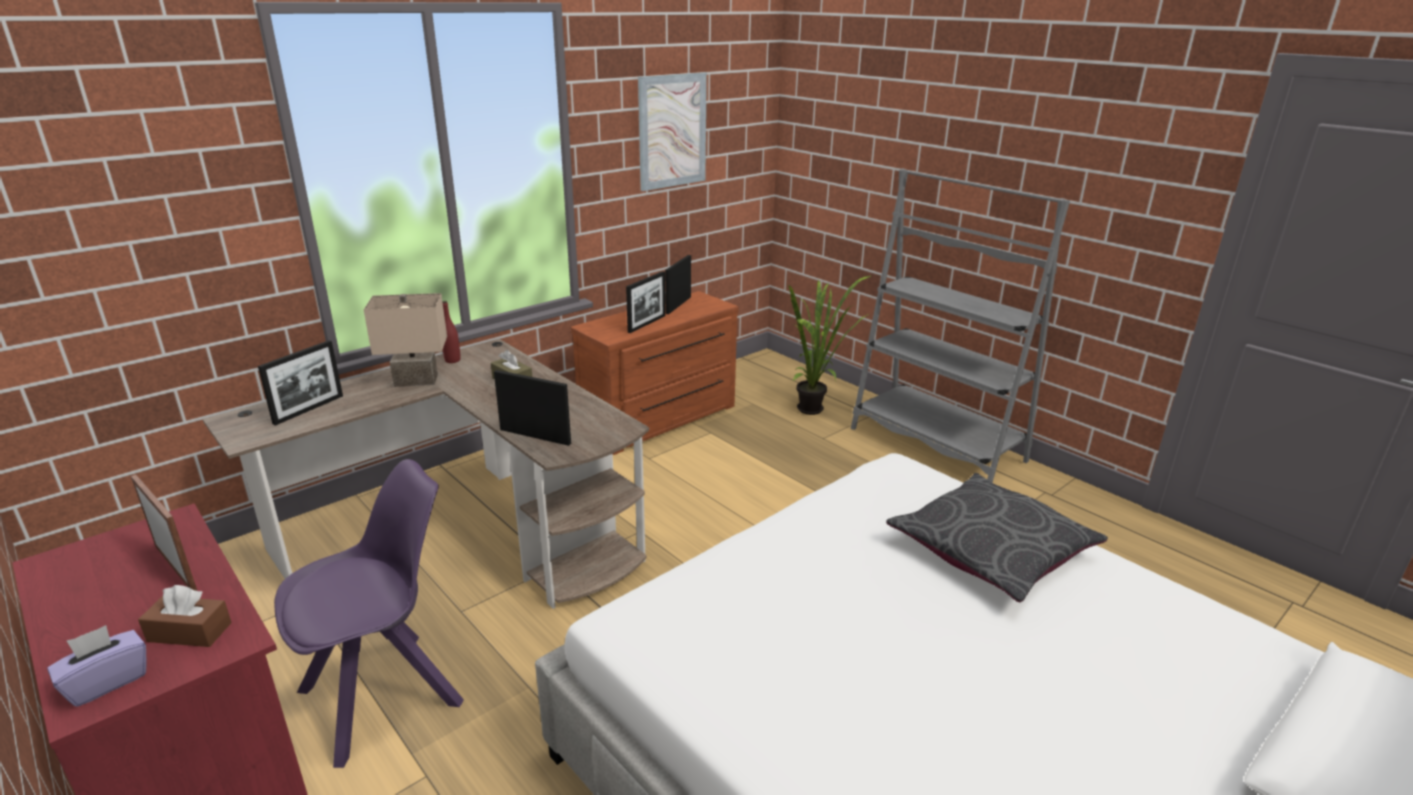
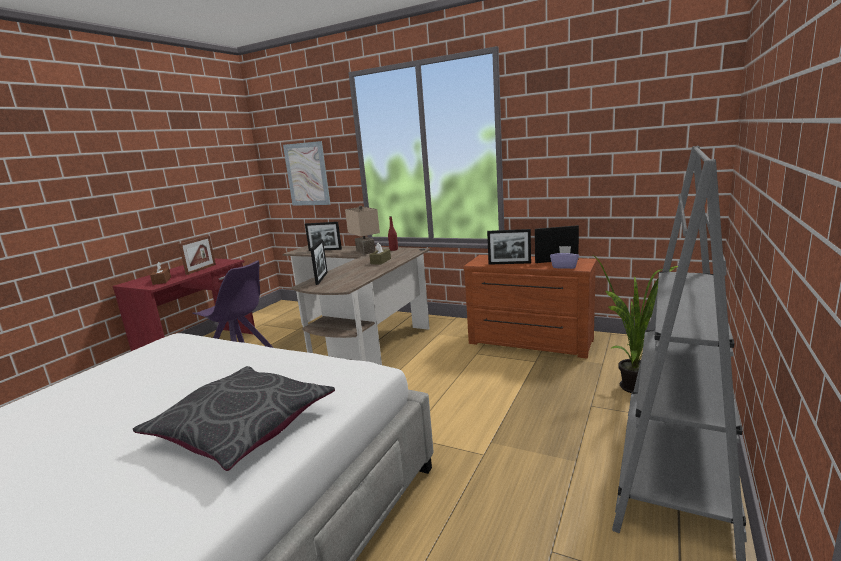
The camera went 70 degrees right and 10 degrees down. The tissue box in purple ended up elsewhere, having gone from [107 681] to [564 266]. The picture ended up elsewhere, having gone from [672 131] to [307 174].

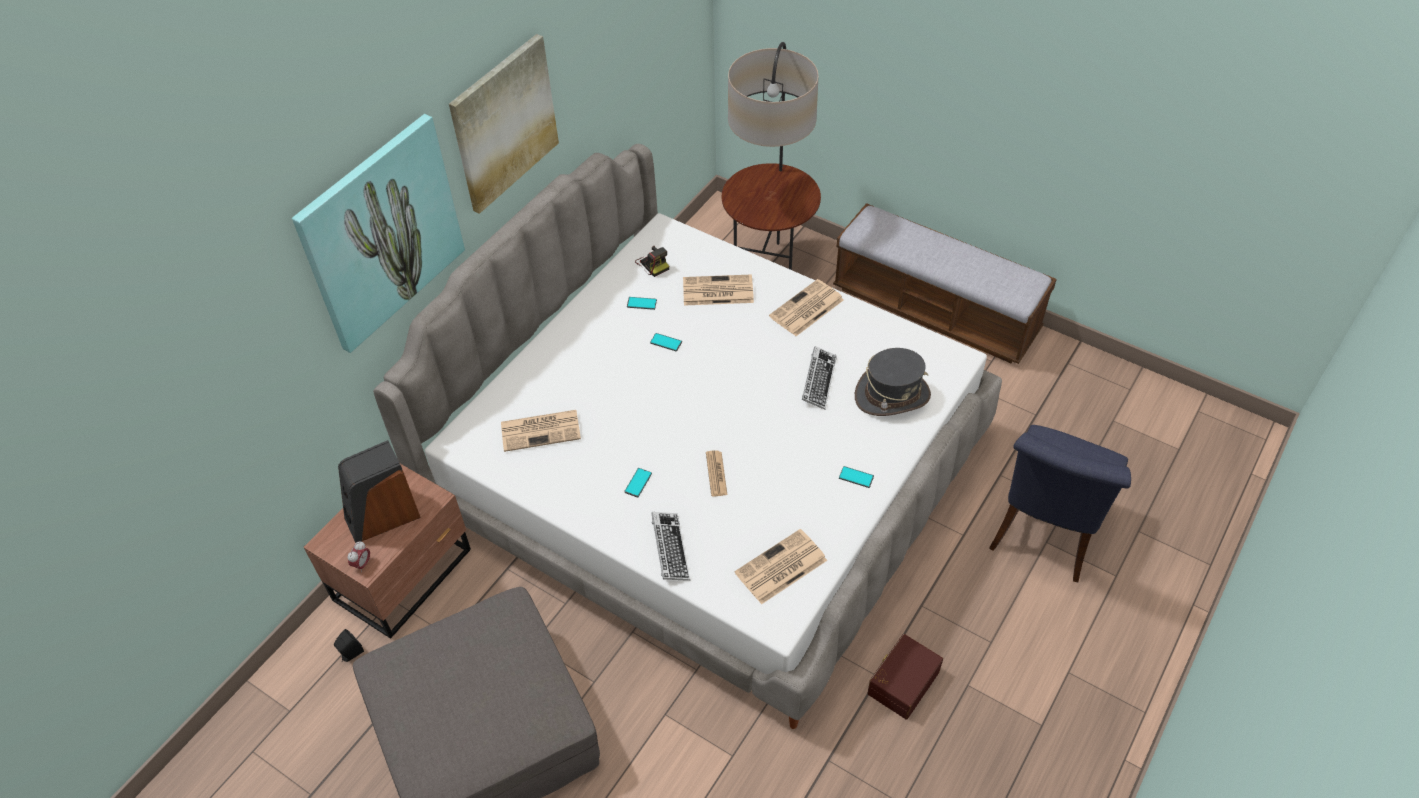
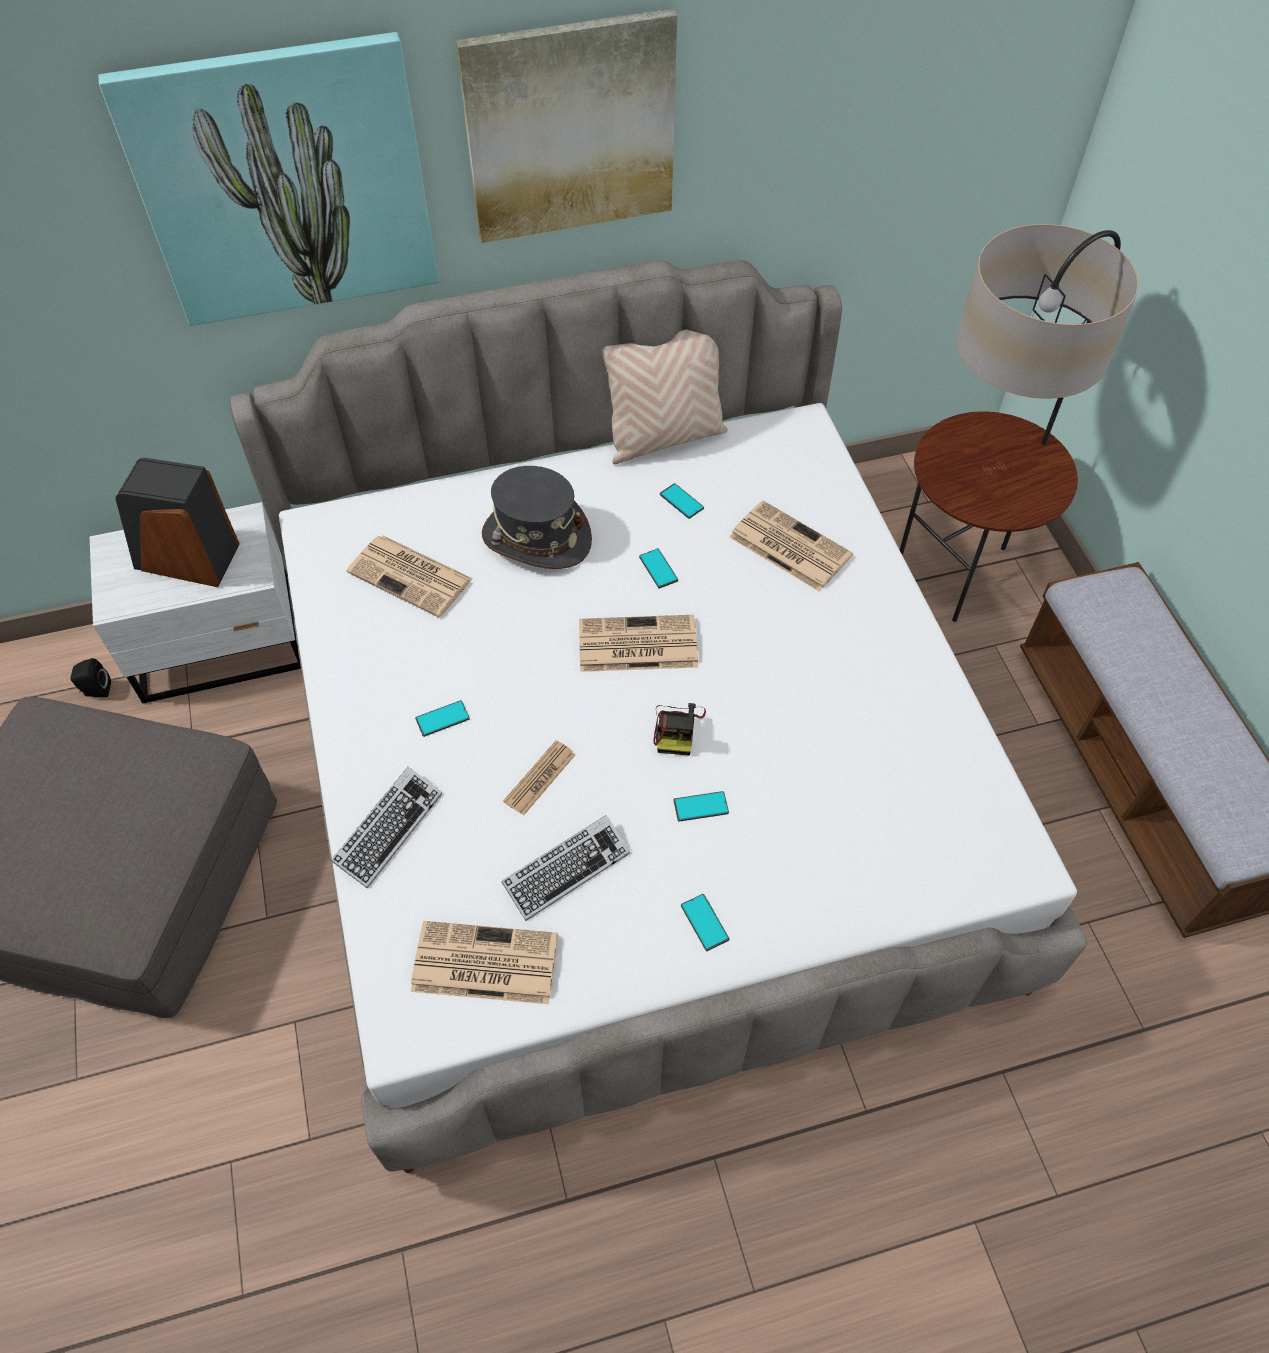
The camera went 40 degrees right and 5 degrees up. The second view lost the alarm clock at [362 564]. The second view lost the storage box in brown at [901 681]. The second view lost the chair in blue at [1044 536]. The second view gained the pillow in beige at [664 438]. The second view gained the phone at [701 807]. The photo camera ended up elsewhere, having gone from [653 264] to [677 728]. The newspaper ended up elsewhere, having gone from [806 309] to [636 645]. The keyboard ended up elsewhere, having gone from [818 380] to [566 870]. The hat in grey ended up elsewhere, having gone from [892 396] to [536 538]. What was the nightstand in brown at [406 574] turned into the nightstand in white at [223 646].

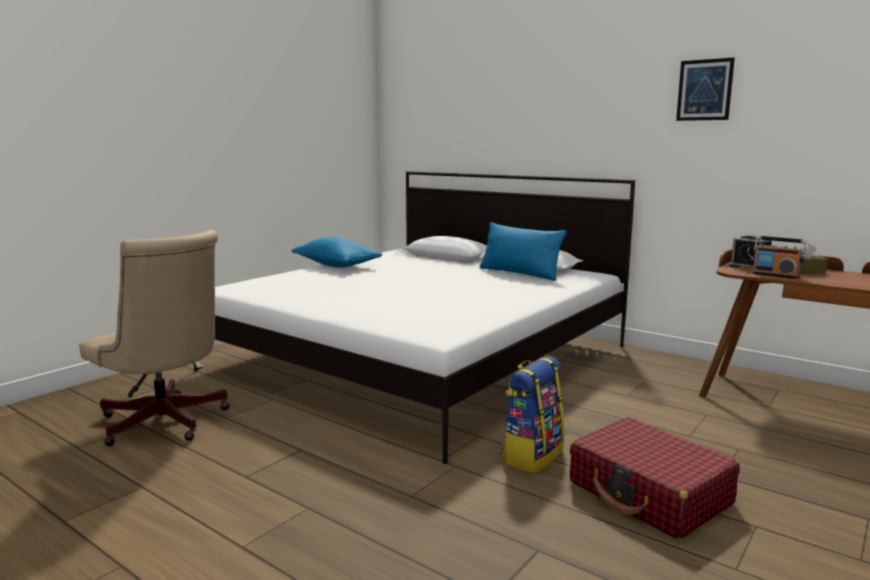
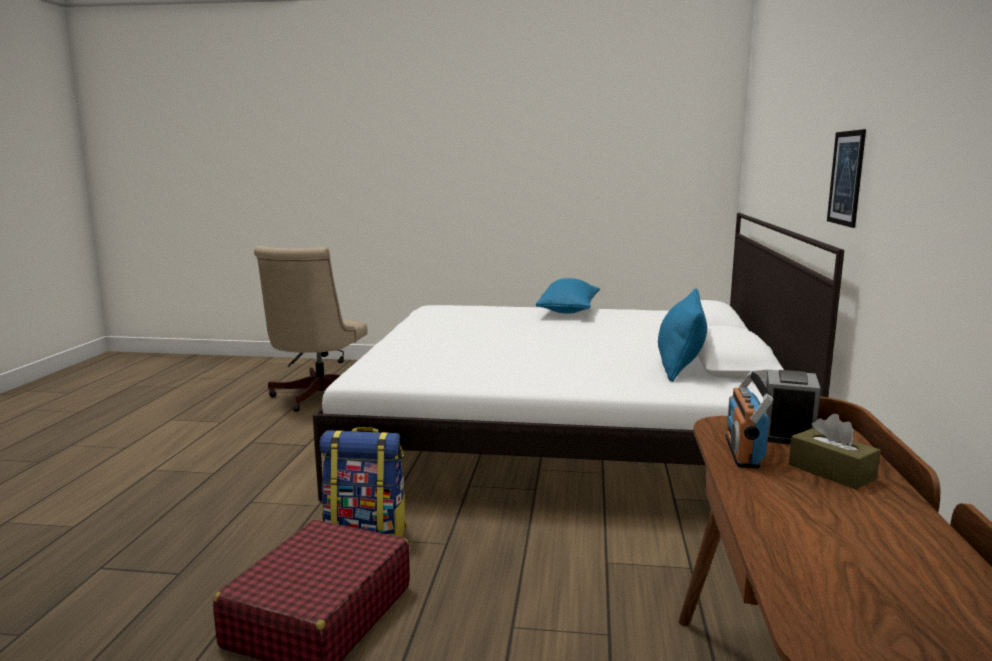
The camera went 60 degrees right and 0 degrees up. The picture ended up elsewhere, having gone from [704 90] to [846 178].

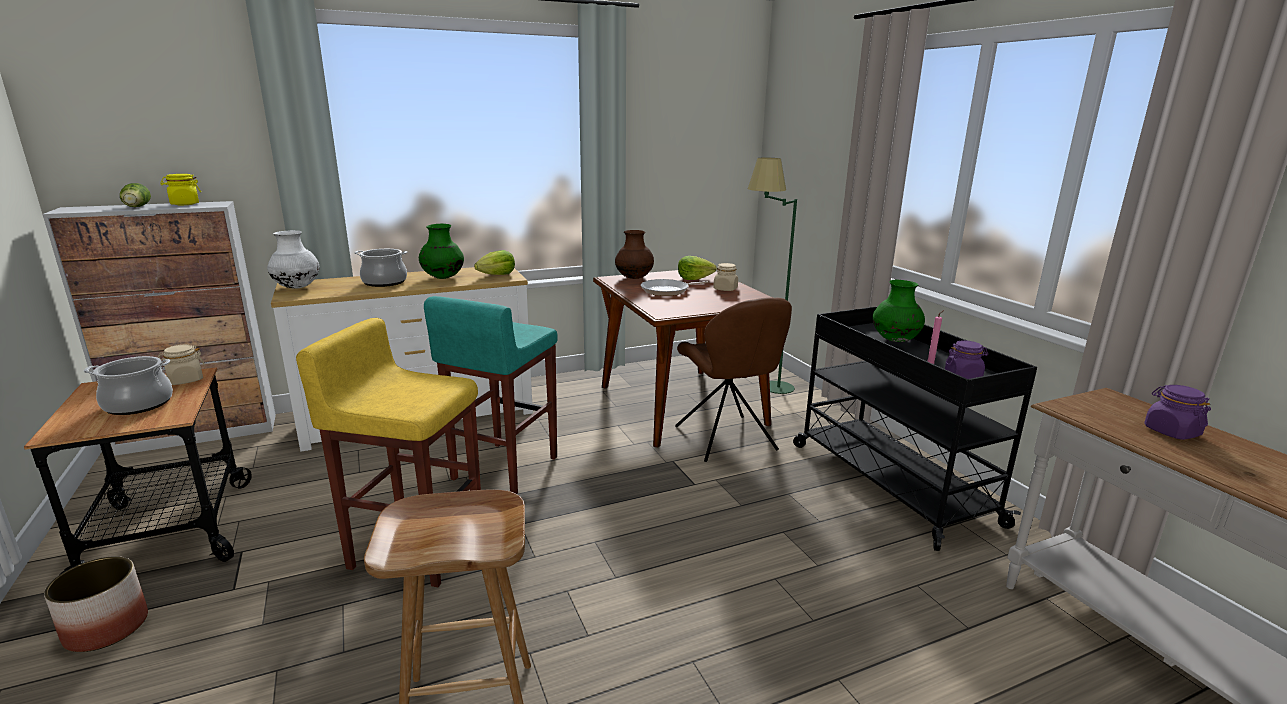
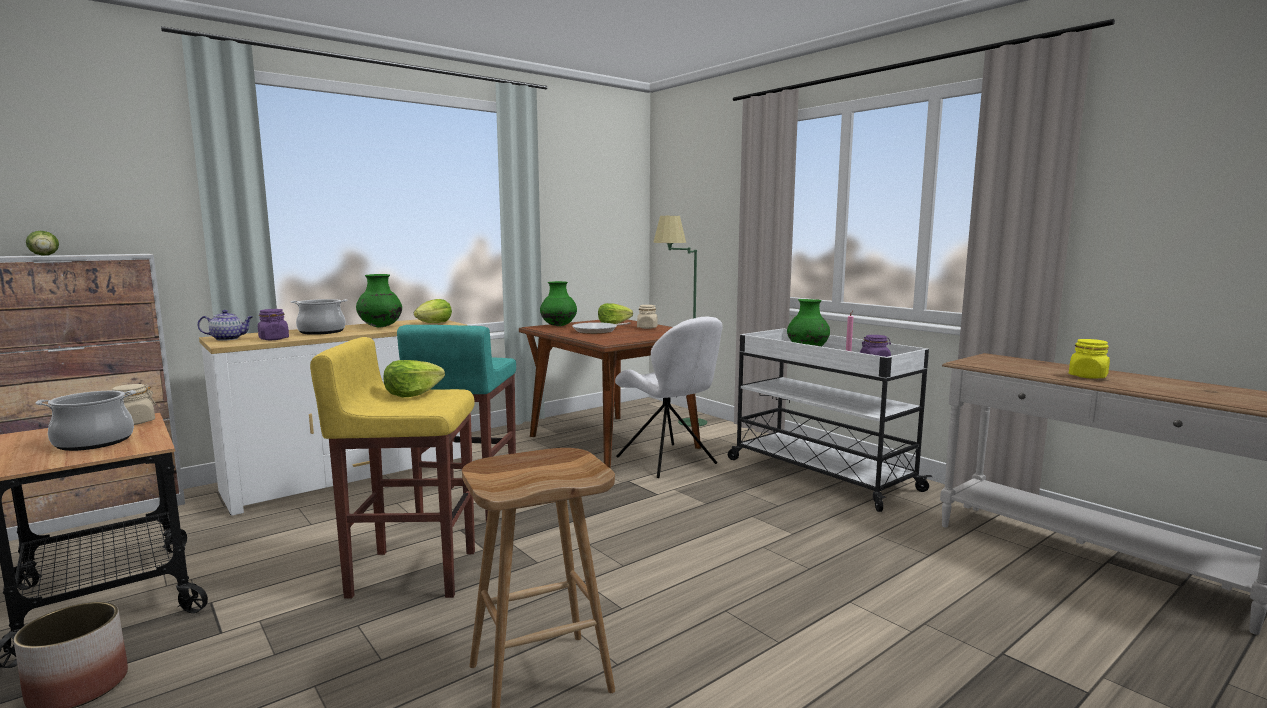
The camera went 15 degrees left and 10 degrees down. The second view gained the lettuce at [412 394]. The jar in yellow ended up elsewhere, having gone from [184 204] to [1088 376]. The jar in purple ended up elsewhere, having gone from [1171 432] to [273 339]. Where the vase in white stood at [297 287], the teapot came to stand at [228 339]. What was the vase in brown at [634 278] turned into the vase in green at [559 326]. What was the chair in brown at [726 440] turned into the chair in white at [668 461]. What was the cart in black at [889 481] turned into the cart in white at [819 473].

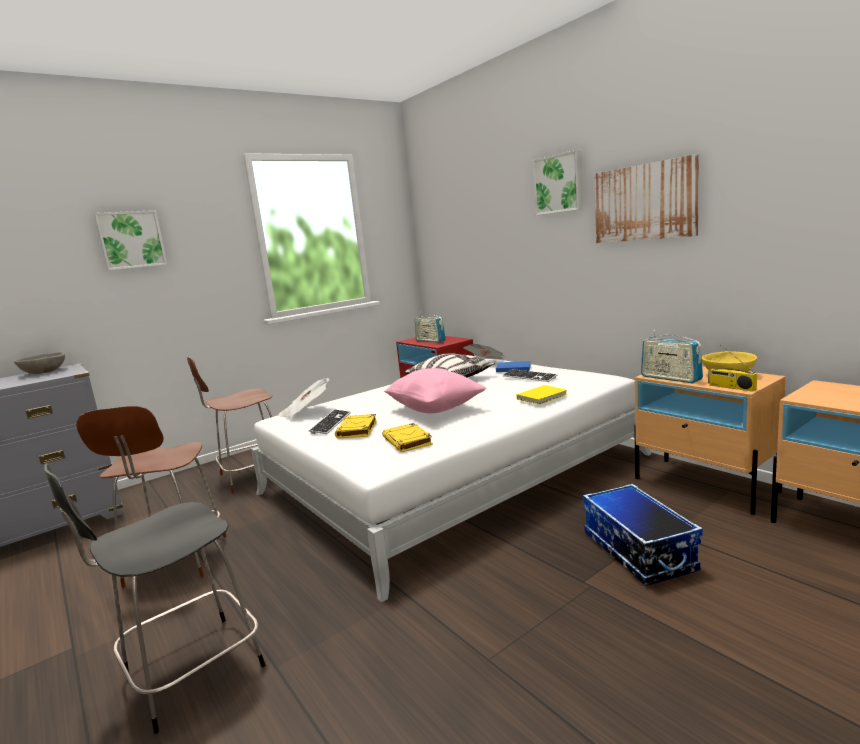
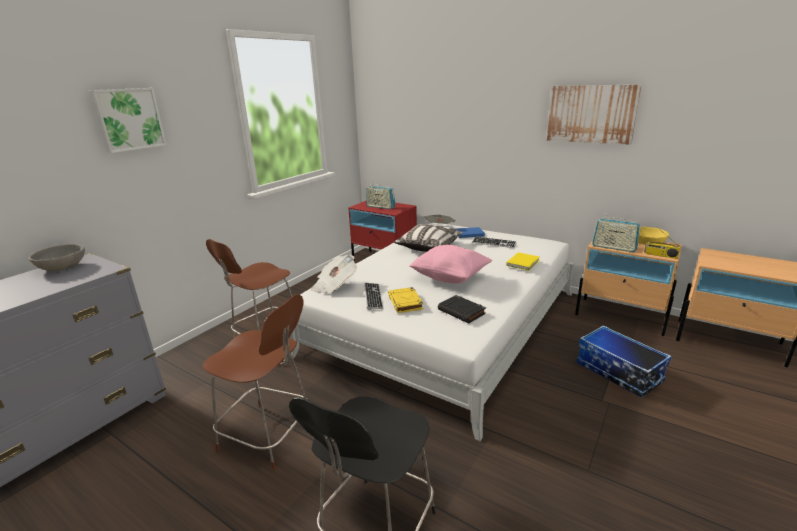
The camera went 20 degrees left and 10 degrees up. The second view lost the picture at [559 184]. What was the book in yellow at [408 441] turned into the book in black at [462 312]. The chair in brown at [175 562] ended up facing another way, 45 degrees counterclockwise from before.

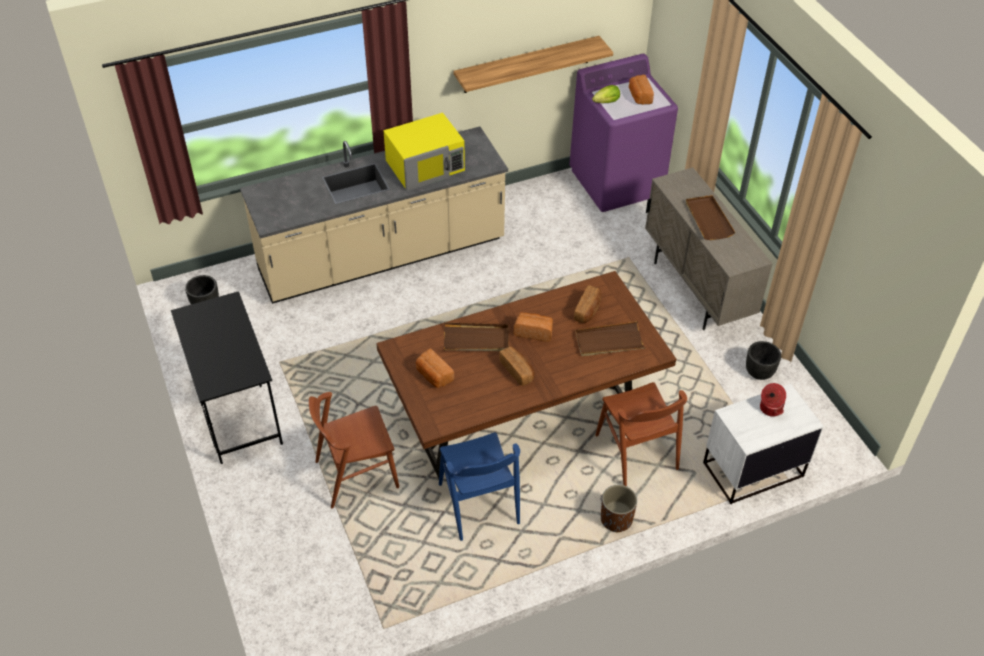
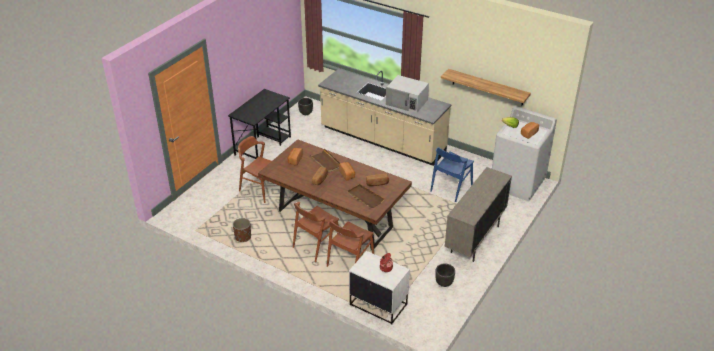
The camera went 55 degrees right and 10 degrees down. The second view lost the tray in brown at [708 219]. The second view gained the chair in brown at [316 245]. The chair in blue ended up elsewhere, having gone from [479 504] to [451 188]. The planter in brown ended up elsewhere, having gone from [616 519] to [243 237]. What was the microwave in yellow at [426 165] turned into the microwave in white at [407 102]. What was the washing machine in purple at [617 182] turned into the washing machine in white at [517 183].

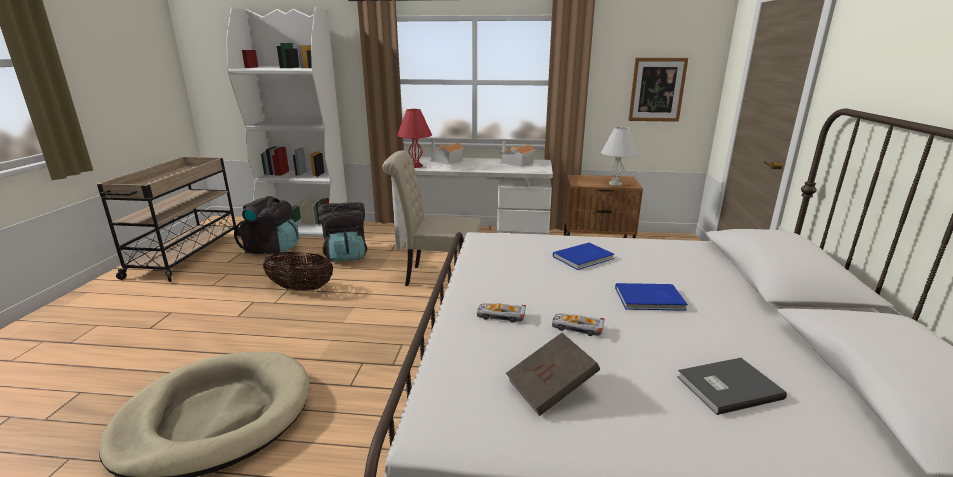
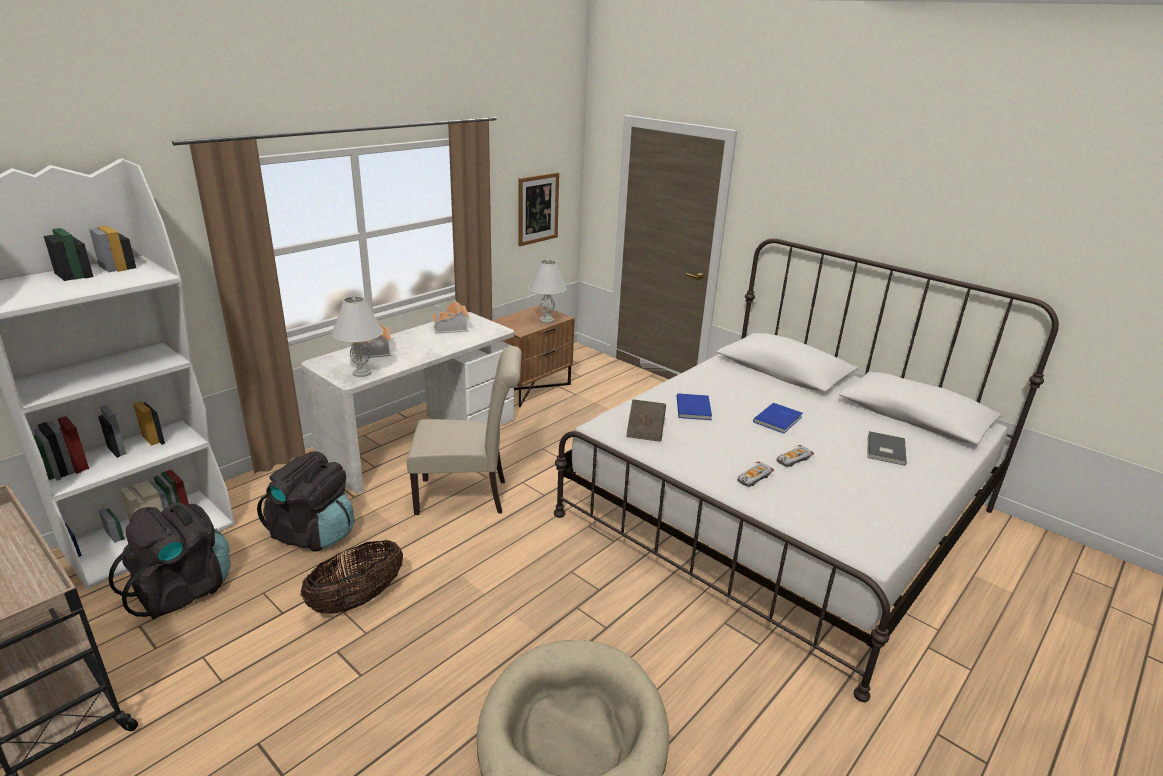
The camera went 55 degrees left and 5 degrees up. The book in brown ended up elsewhere, having gone from [550 389] to [645 430]. What was the table lamp in red at [416 166] turned into the table lamp in white at [361 372]. The chair in beige at [437 277] ended up facing another way, 135 degrees counterclockwise from before.

